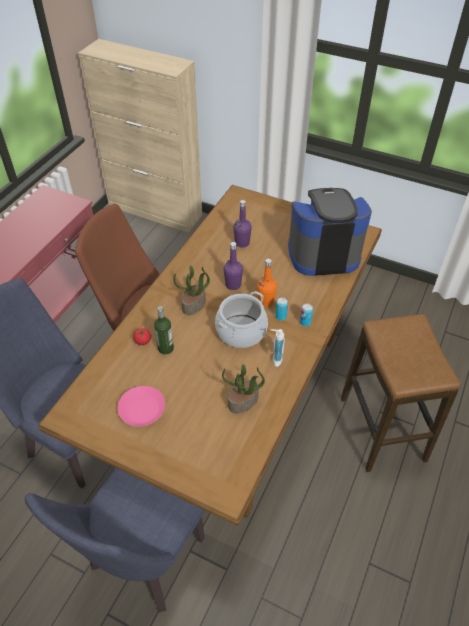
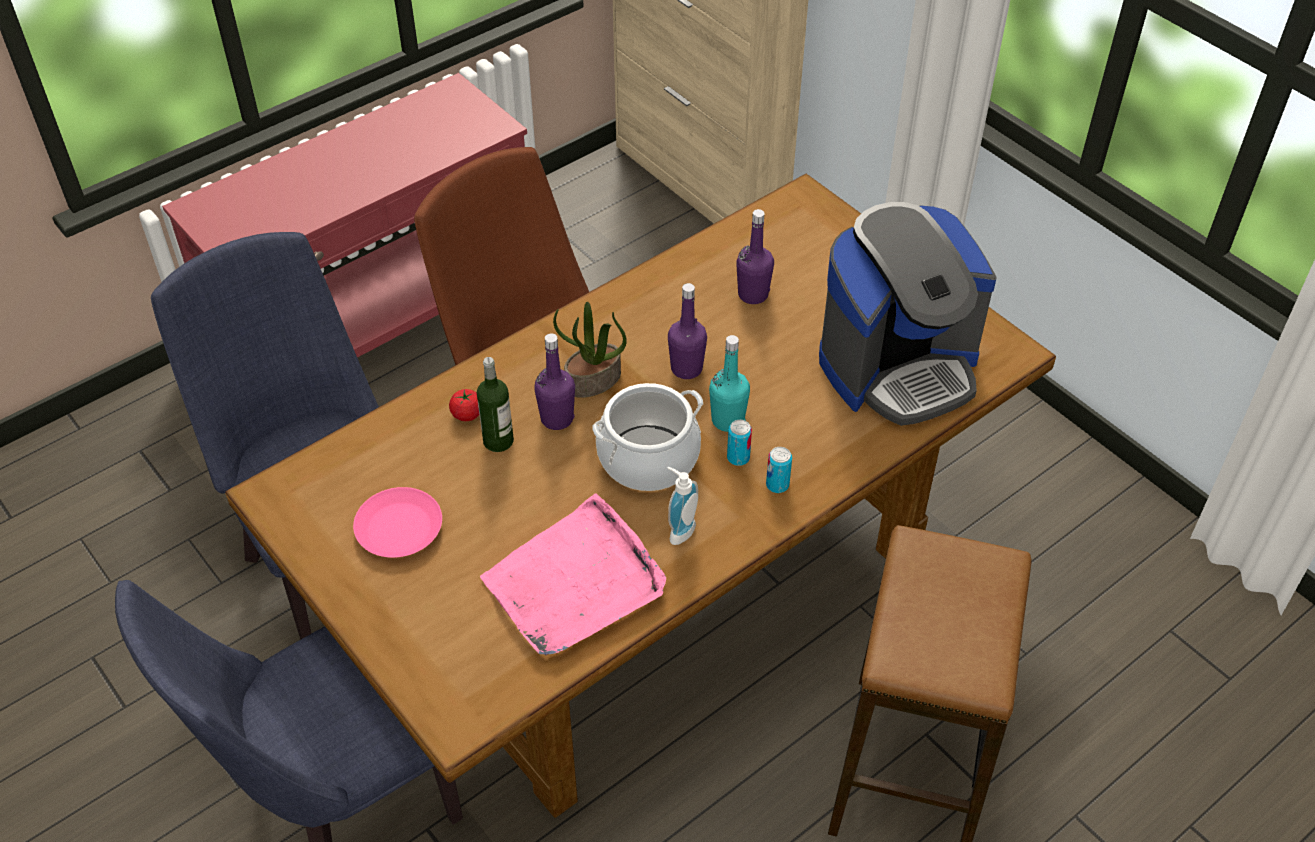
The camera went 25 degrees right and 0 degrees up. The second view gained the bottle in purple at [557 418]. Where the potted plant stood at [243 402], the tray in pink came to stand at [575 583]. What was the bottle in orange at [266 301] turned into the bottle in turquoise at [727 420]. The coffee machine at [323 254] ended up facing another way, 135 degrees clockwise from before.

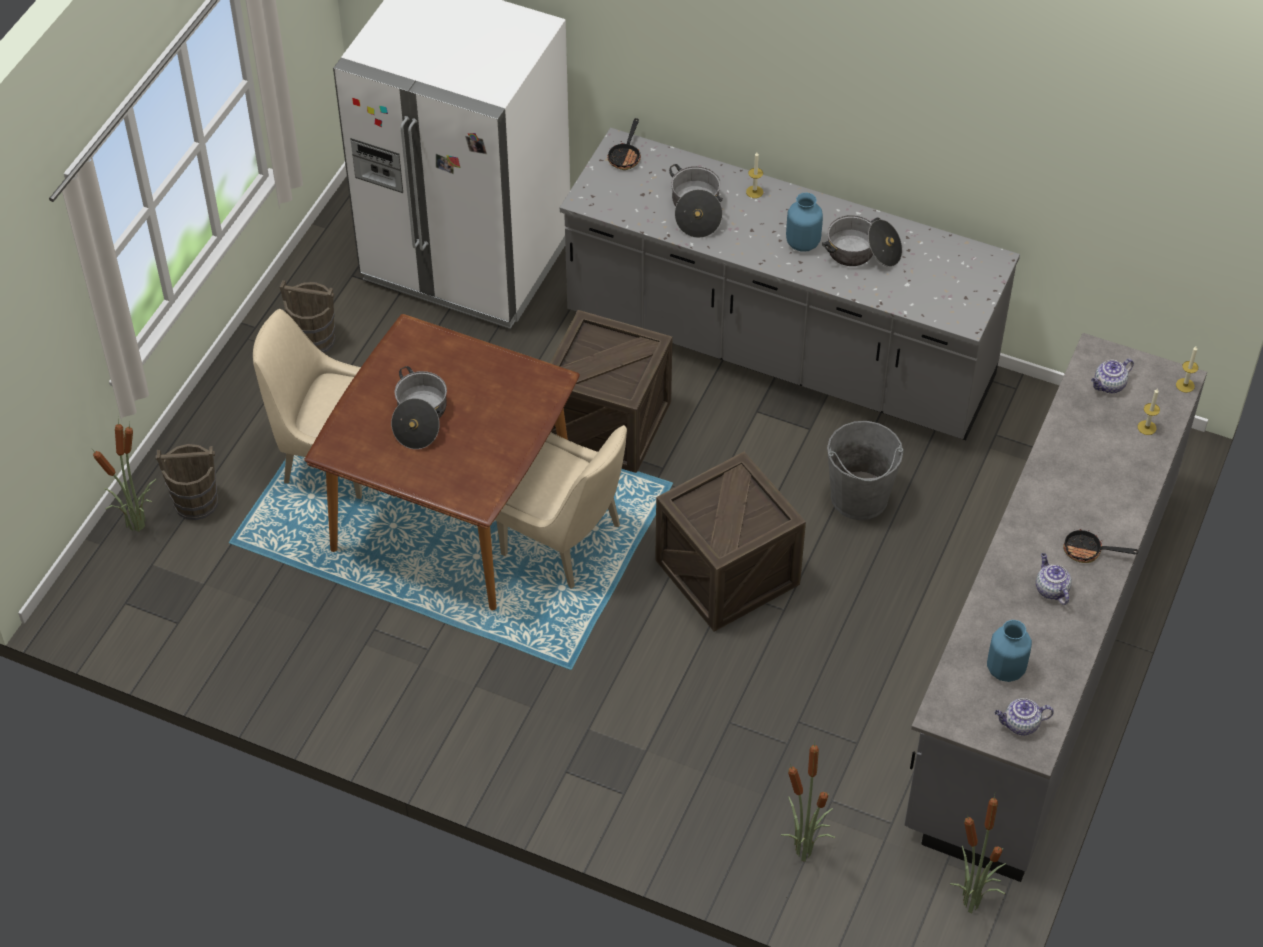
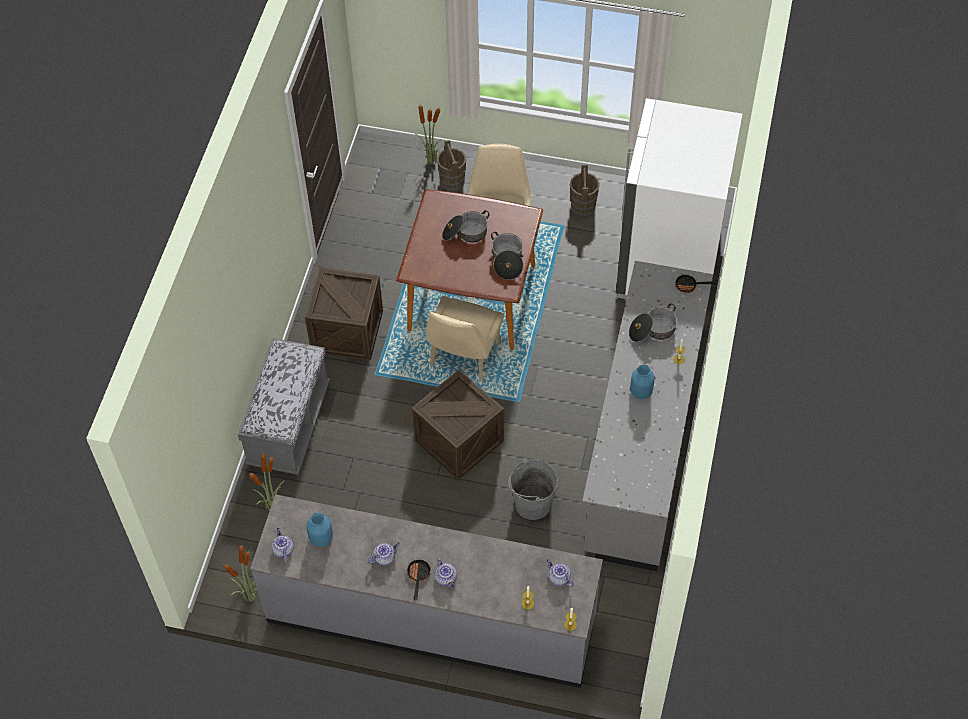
The camera went 80 degrees right and 5 degrees up. The second view gained the bench in grey at [289 425]. The second view gained the teapot at [446 579]. The crate ended up elsewhere, having gone from [607 423] to [347 331]. The cooking pot ended up elsewhere, having gone from [862 253] to [507 261].

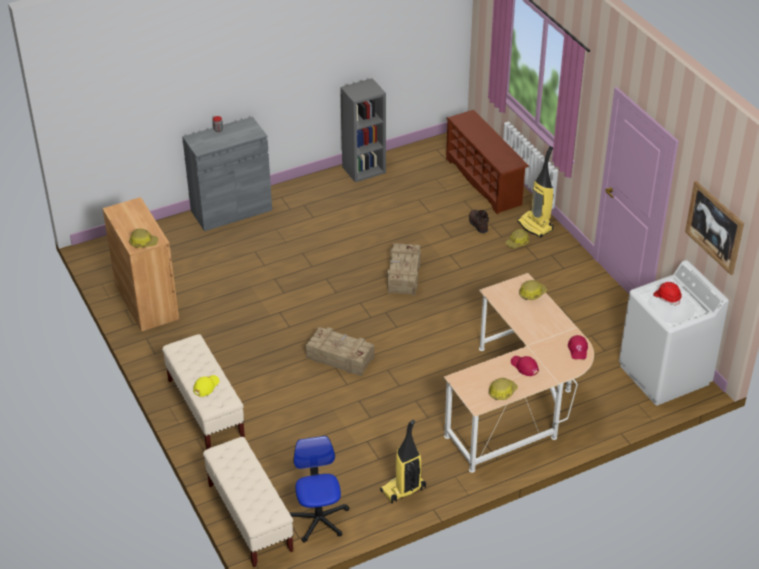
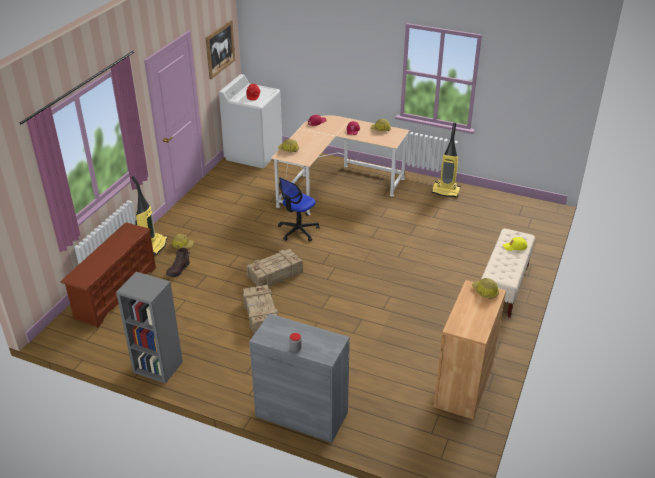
The camera went 130 degrees left and 5 degrees down. The second view lost the bench in beige at [250 517]. The office chair ended up elsewhere, having gone from [318 520] to [298 231]. The crate ended up elsewhere, having gone from [339 357] to [260 316].

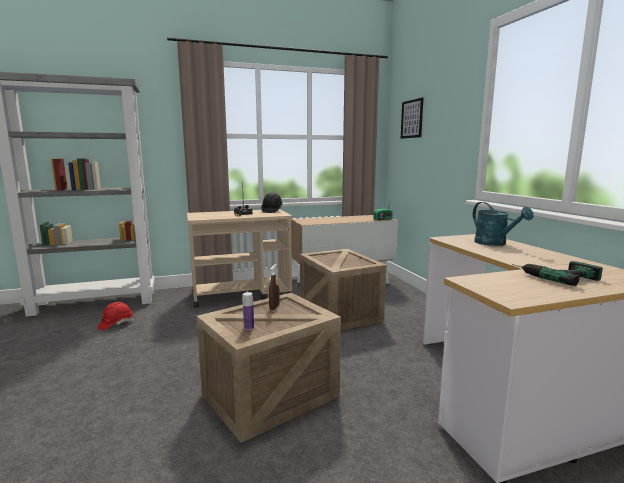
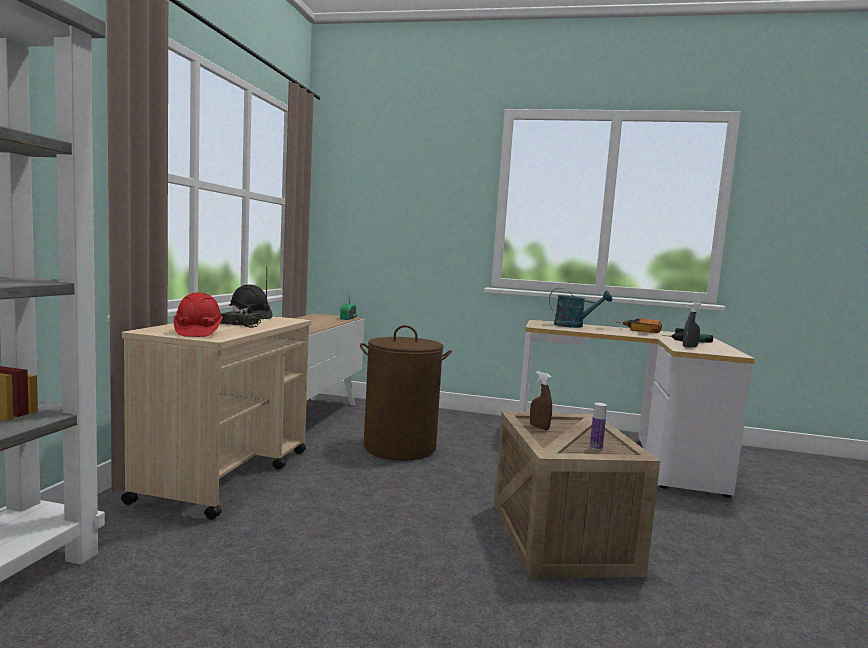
The camera went 60 degrees left and 5 degrees down. The second view lost the picture at [412 119]. The second view gained the power drill at [637 332]. The second view gained the spray bottle in grey at [690 347]. The hard hat in red ended up elsewhere, having gone from [116 324] to [197 332]. Where the crate stood at [341 313], the laundry basket in brown came to stand at [400 447].

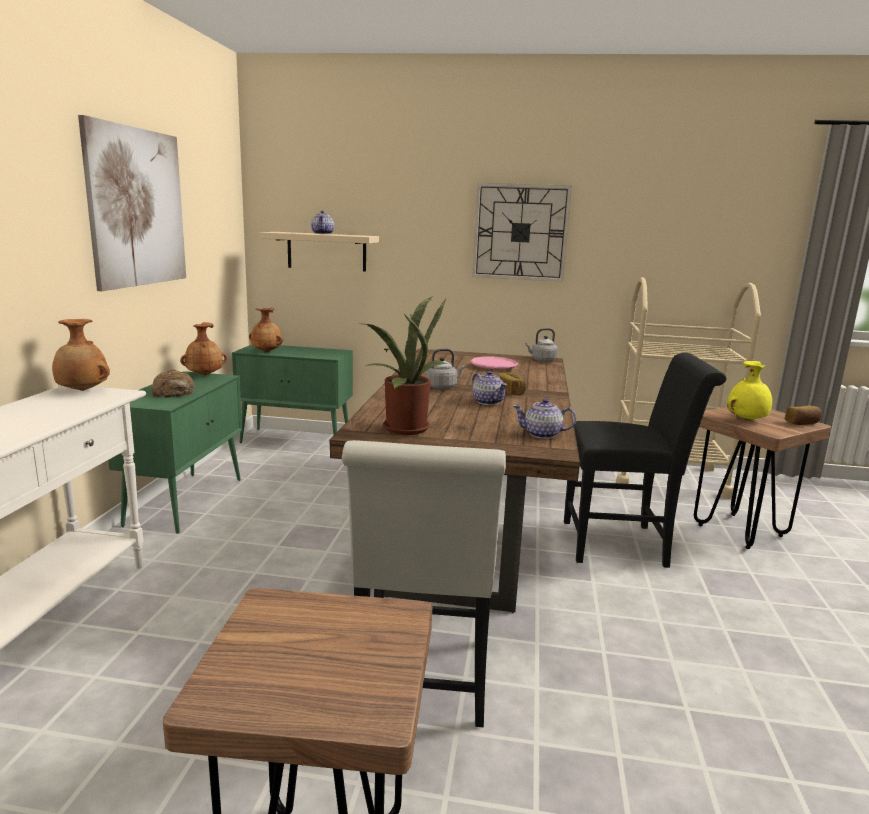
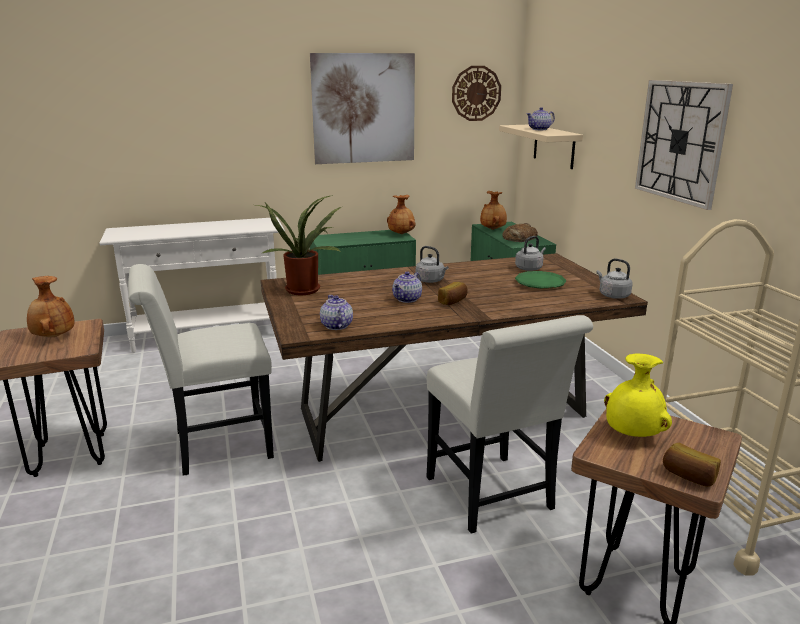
The camera went 65 degrees right and 5 degrees up. The second view gained the wall clock at [476 93]. The second view gained the kettle in grey at [529 268]. The vase in brown ended up elsewhere, having gone from [82 390] to [53 337]. The bread ended up elsewhere, having gone from [174 391] to [519 238]. What was the plate in pink at [493 366] turned into the plate in green at [540 283]. What was the chair in black at [622 544] turned into the chair in white at [493 498].

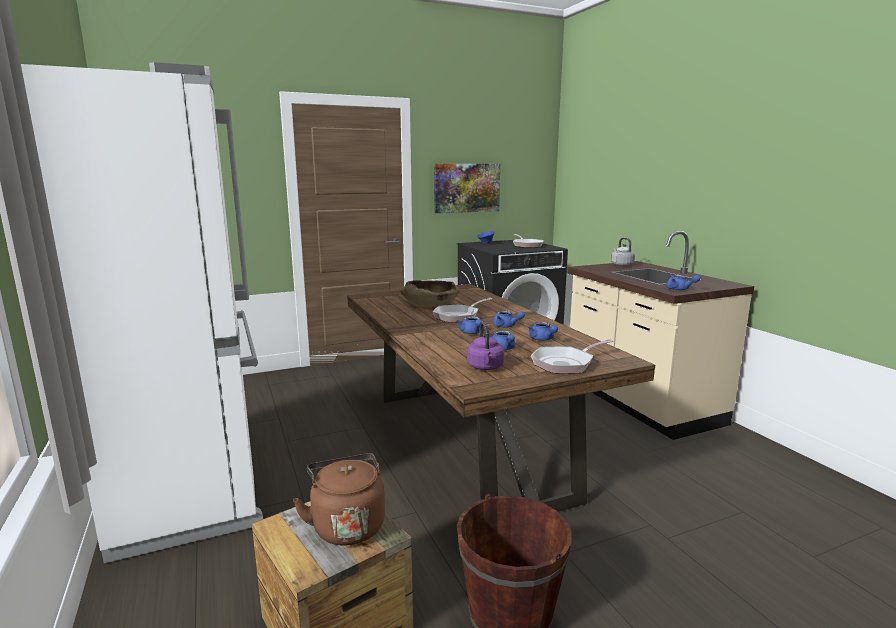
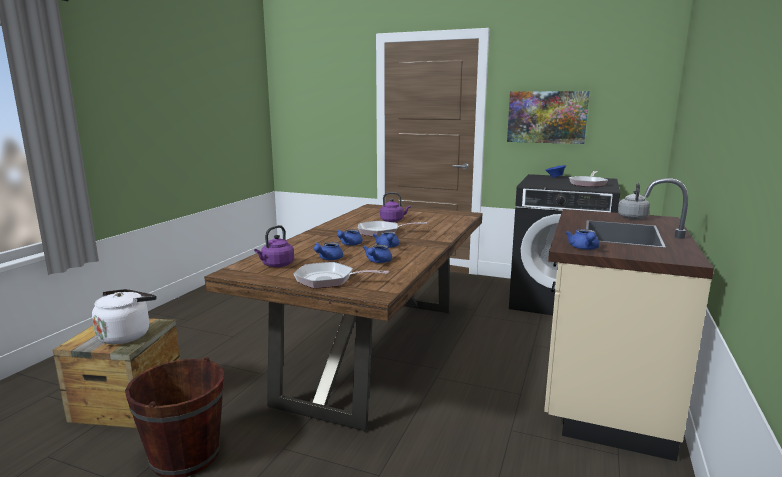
The camera went 45 degrees right and 0 degrees up. The second view lost the fridge in white at [194 484]. Where the bowl in brown stood at [430 305], the kettle in purple came to stand at [393 220]. What was the kettle in brown at [347 525] turned into the kettle in white at [126 335].

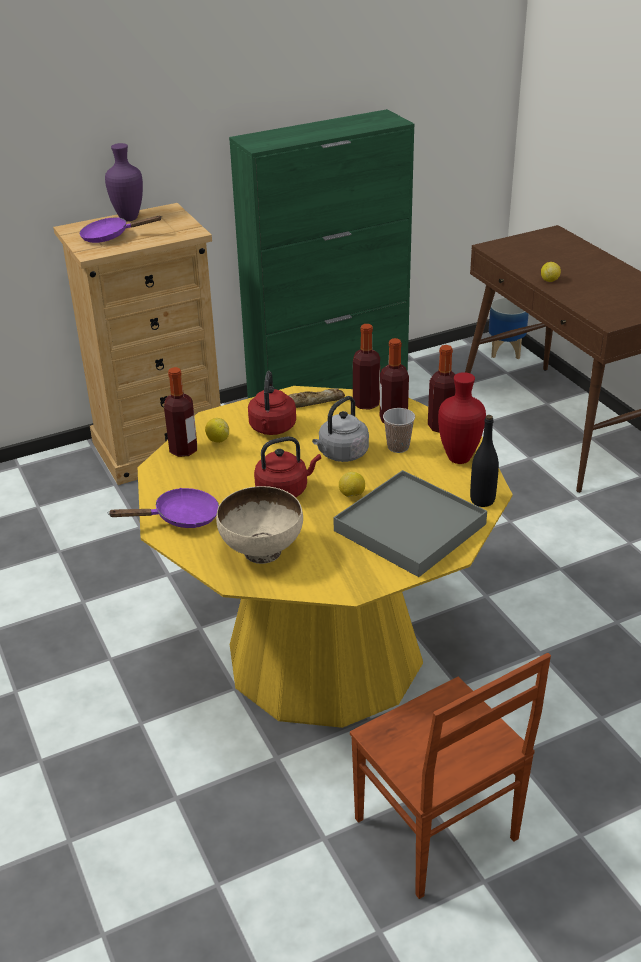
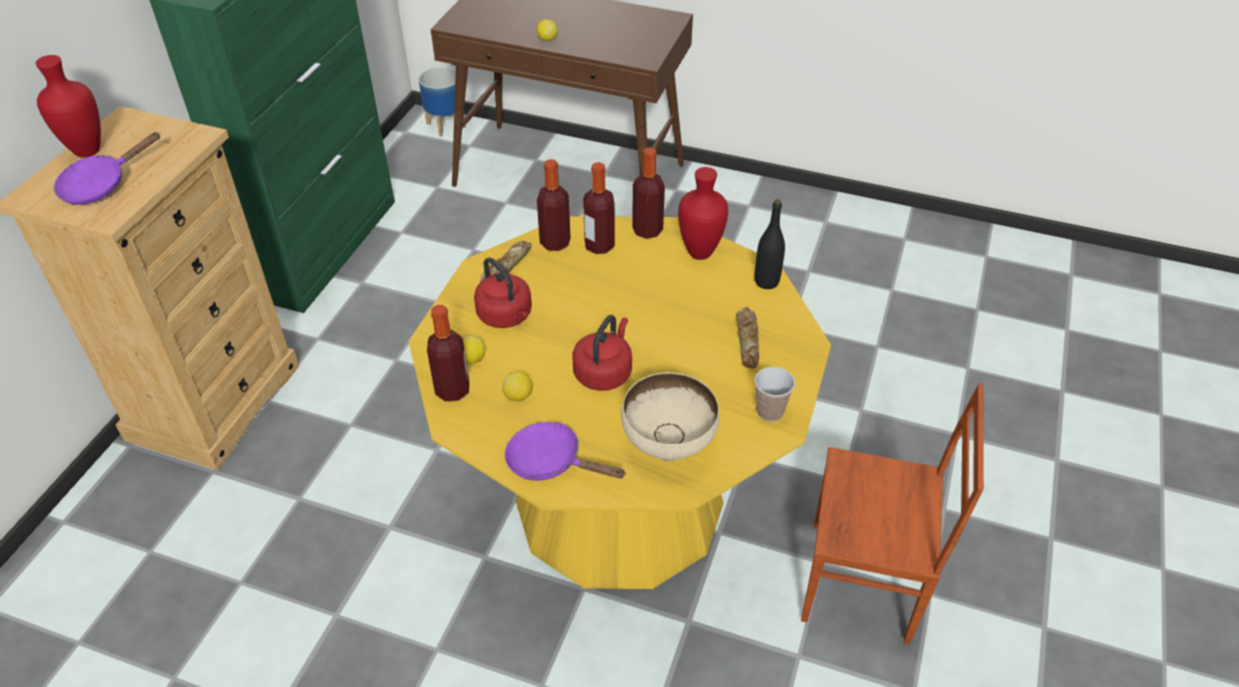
The camera went 45 degrees left and 10 degrees up. The second view lost the kettle in grey at [341 454]. The lemon ended up elsewhere, having gone from [352 495] to [518 396]. The cup ended up elsewhere, having gone from [398 447] to [770 411]. Where the tray in grey stood at [410 527], the bread came to stand at [748 341]. What was the vase in purple at [129 218] turned into the vase in red at [87 150]. The frying pan in purple at [180 518] ended up facing another way, 90 degrees counterclockwise from before.

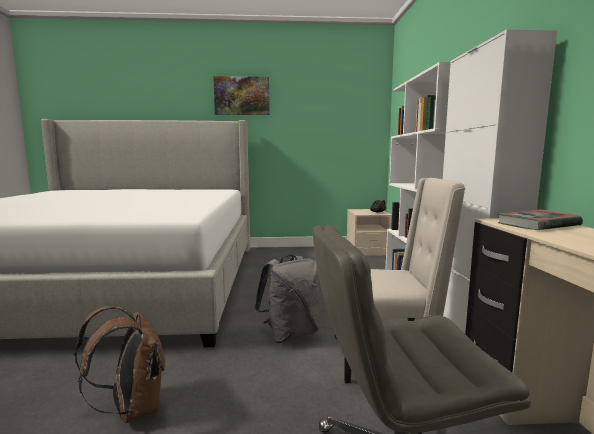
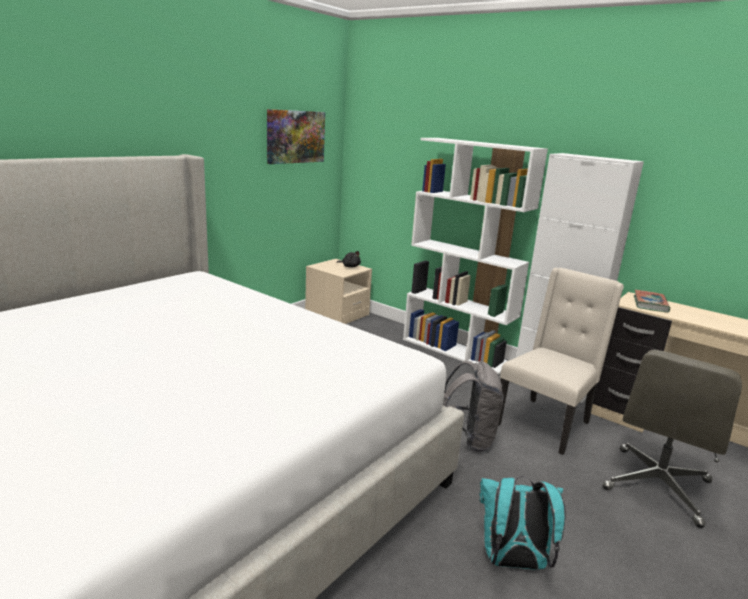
The camera went 50 degrees left and 10 degrees up. The picture ended up elsewhere, having gone from [242 96] to [295 136]. What was the backpack in brown at [132 408] turned into the backpack in turquoise at [512 562].

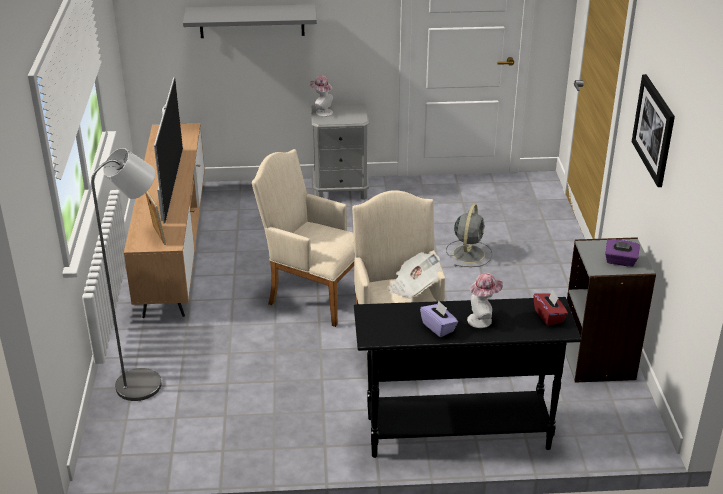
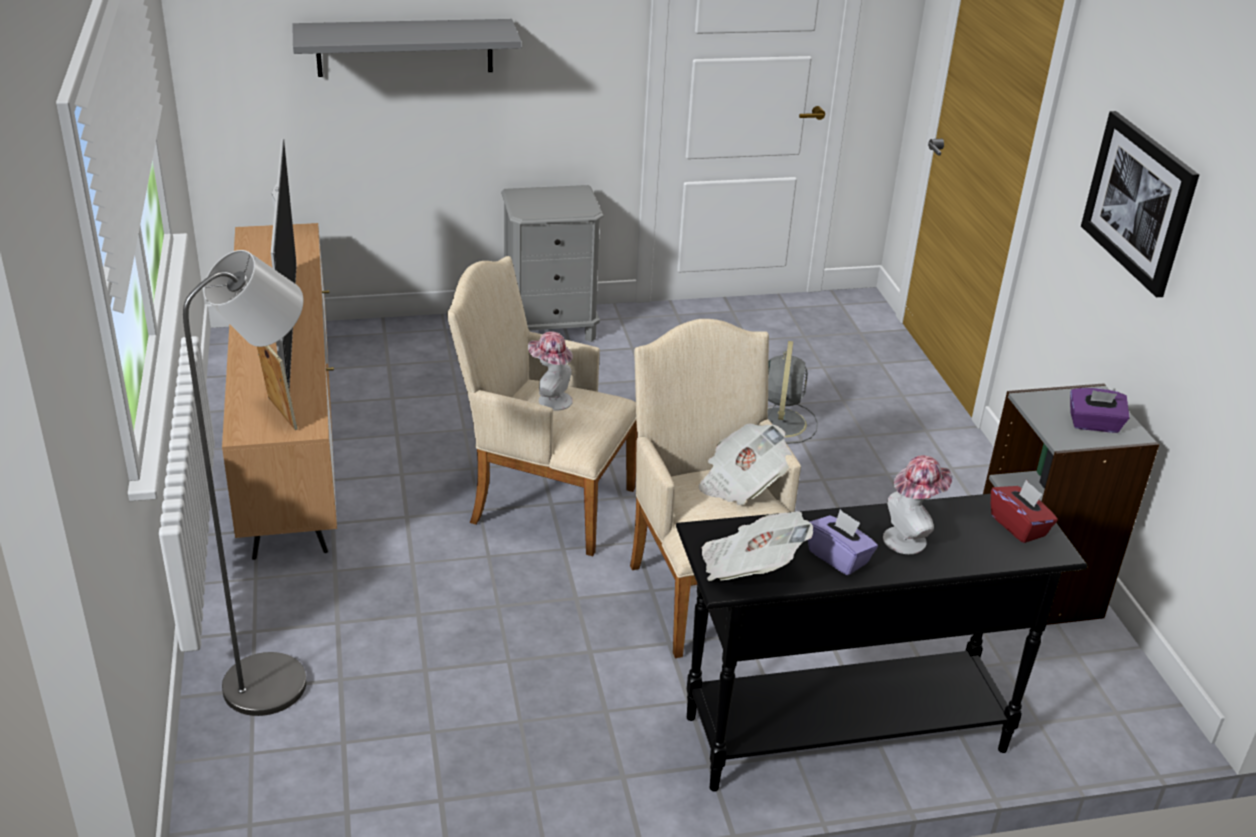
The camera went 10 degrees left and 0 degrees up. The second view gained the newspaper at [750 568]. The hat ended up elsewhere, having gone from [322 112] to [550 400].

